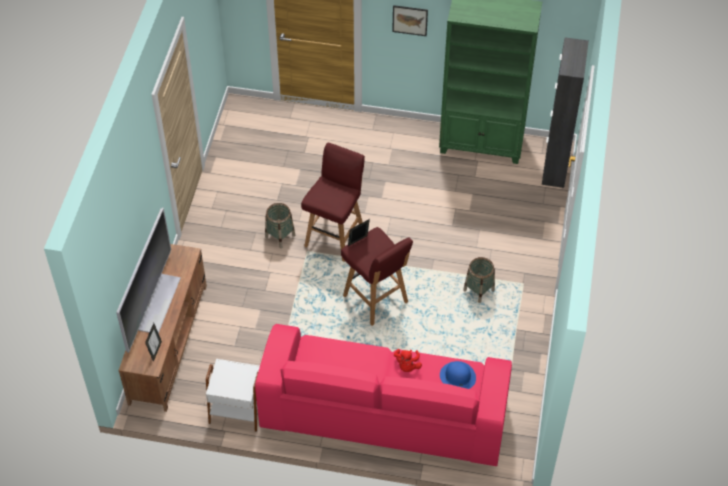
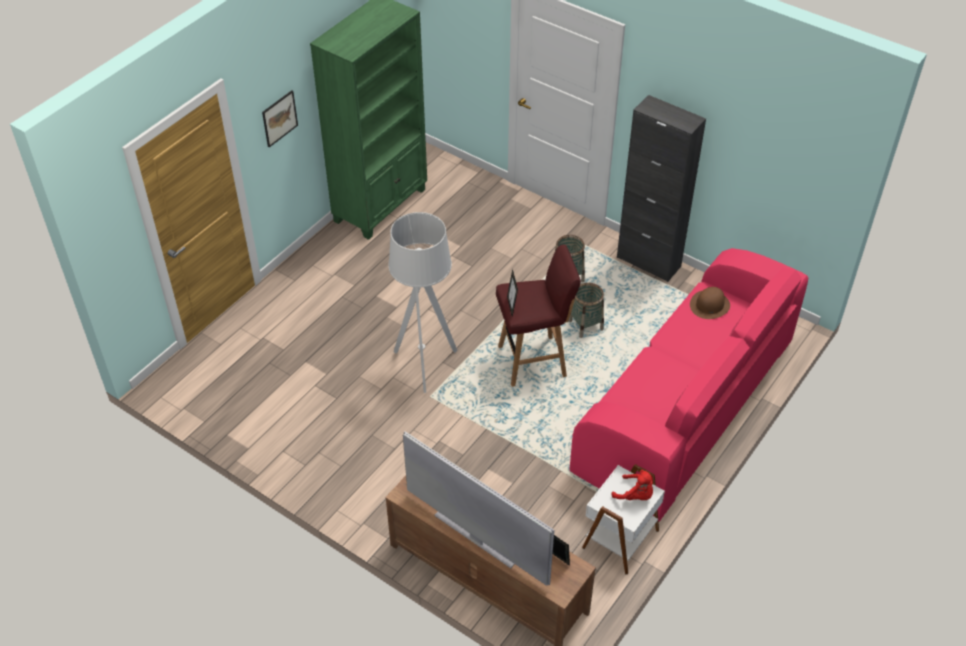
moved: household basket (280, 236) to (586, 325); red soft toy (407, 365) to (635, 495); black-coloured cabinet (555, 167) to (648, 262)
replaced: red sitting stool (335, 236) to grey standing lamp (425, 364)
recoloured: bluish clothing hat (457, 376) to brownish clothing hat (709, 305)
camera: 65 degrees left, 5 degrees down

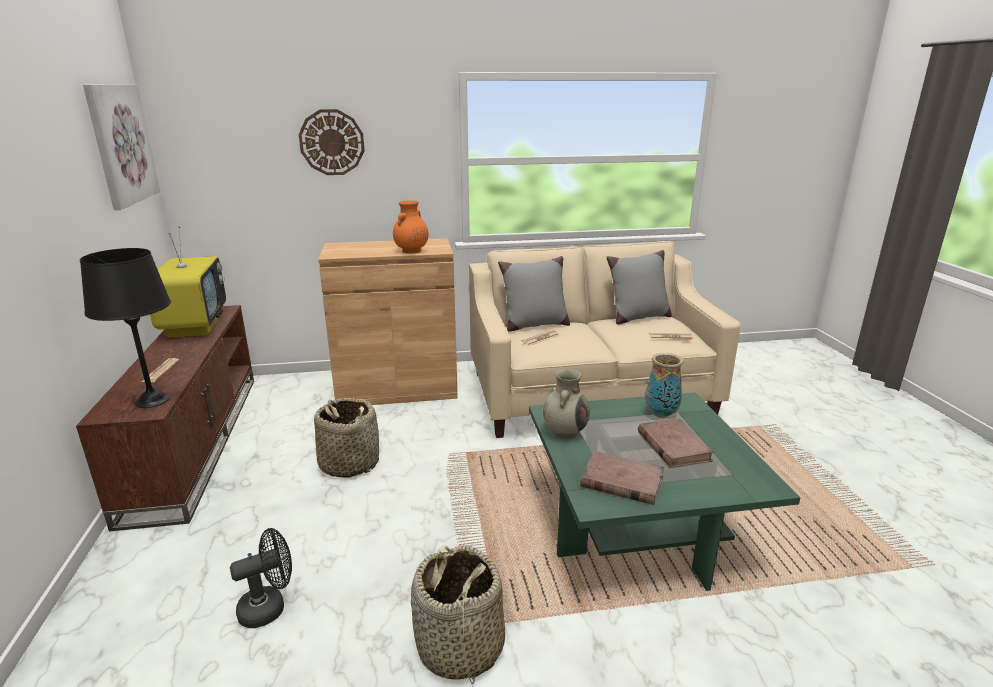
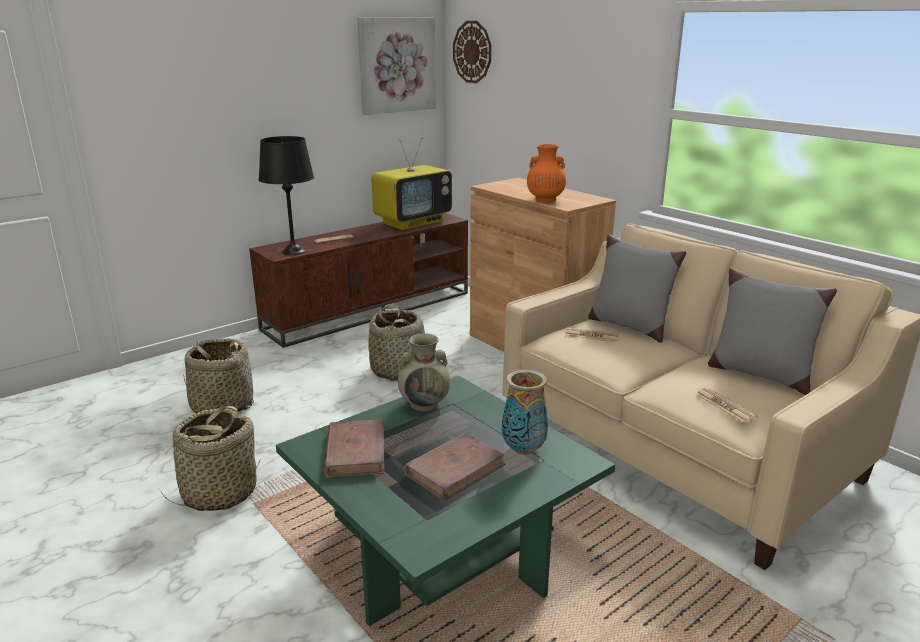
moved: clock on the wall (332, 142) to (472, 52)
replaced: black-coloured electric fan (269, 607) to household basket (222, 406)
camera: 60 degrees right, 0 degrees up

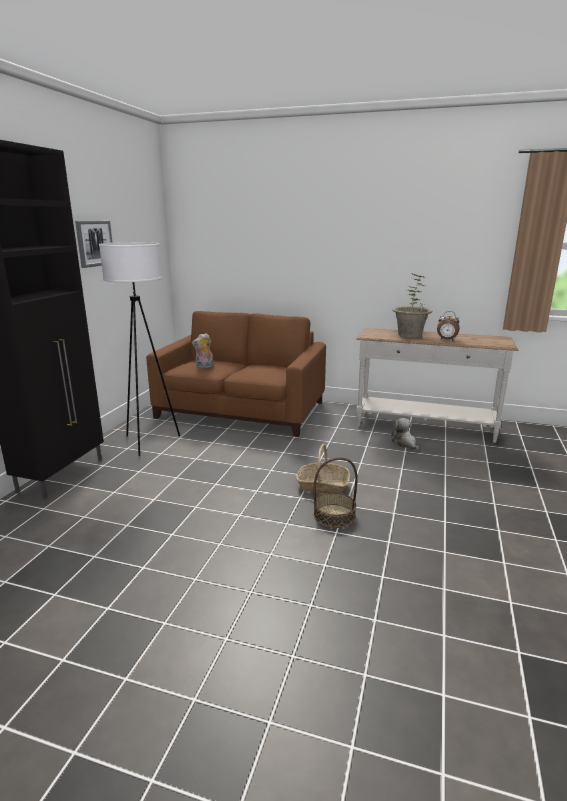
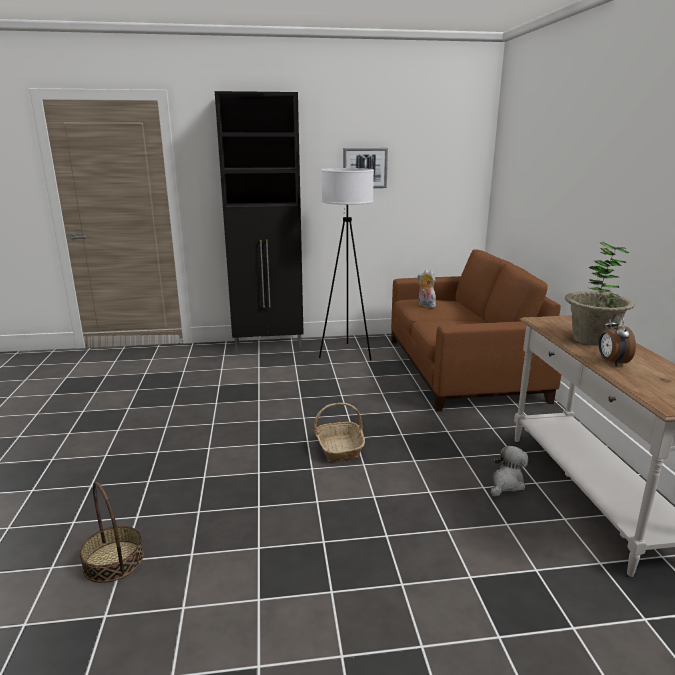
moved: household basket (334, 515) to (114, 561)
camera: 65 degrees right, 0 degrees up

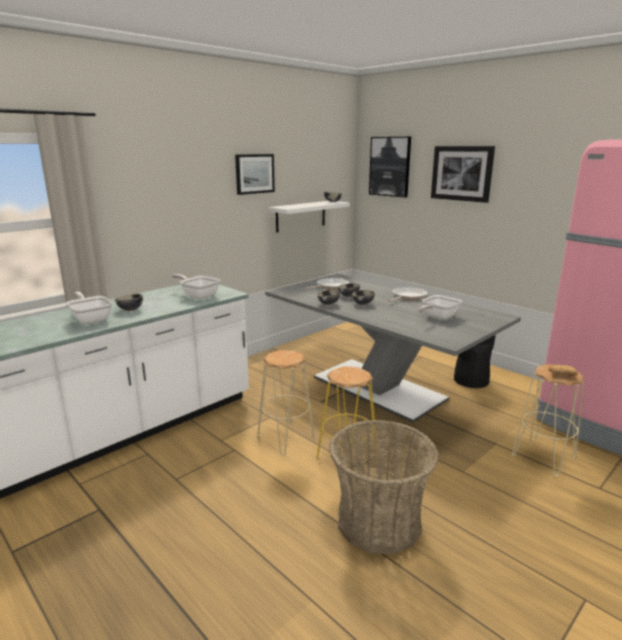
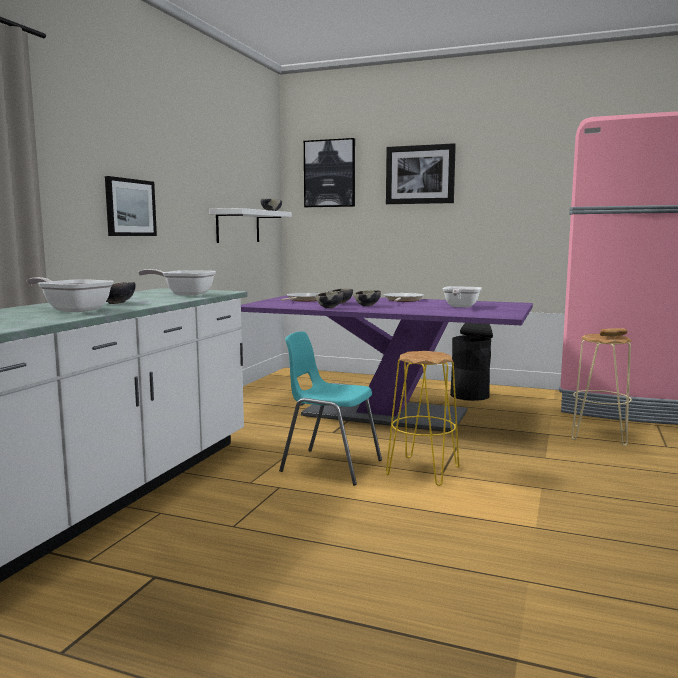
removed: household basket (379, 522)
moved: wall picture (254, 173) to (130, 207)
replaced: beige sitting stool (286, 437) to turquoise plain chair (330, 466)
recoloured: grey dining table (378, 389) to purple-coloured dining table (384, 414)
camera: 25 degrees left, 10 degrees down

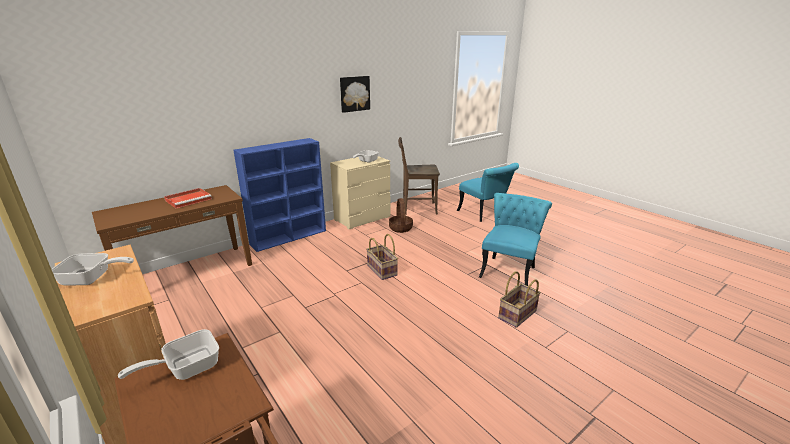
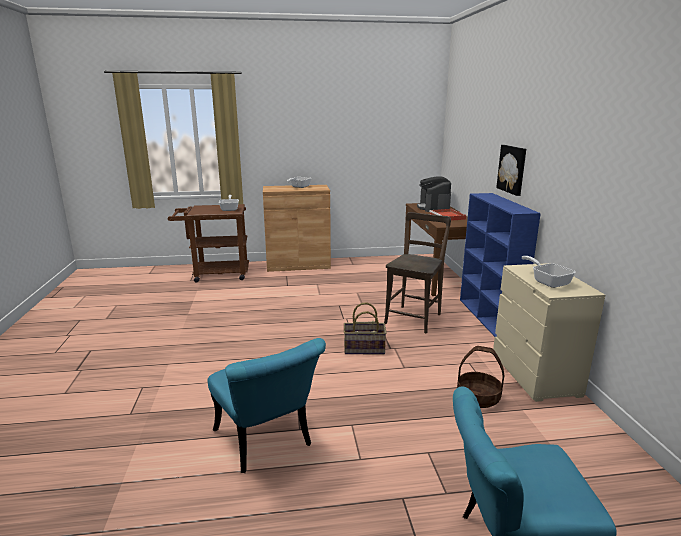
removed: household basket (518, 315)
added: coffee maker (433, 208)
moved: wall picture (354, 93) to (512, 169); brownish plain chair (417, 208) to (414, 317)
camera: 120 degrees right, 5 degrees down

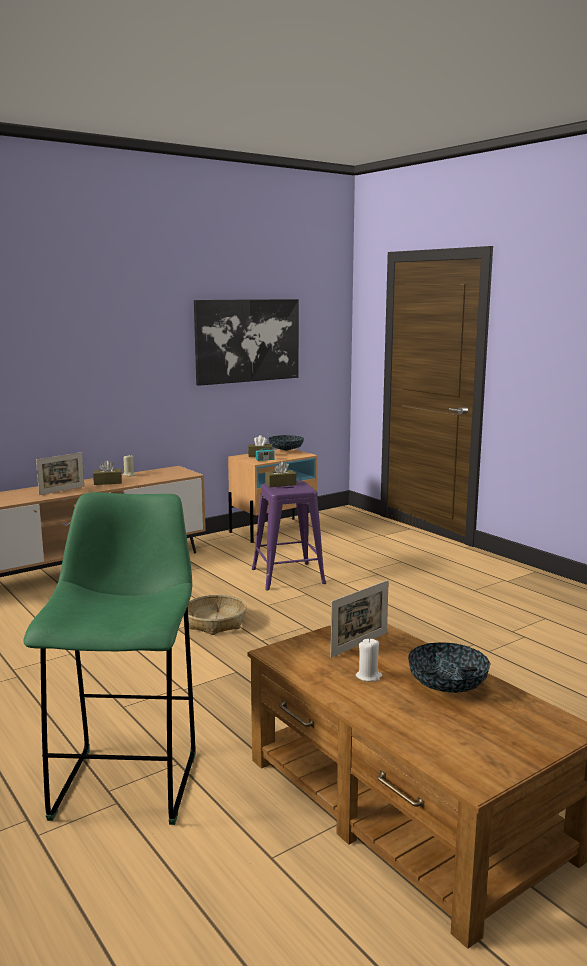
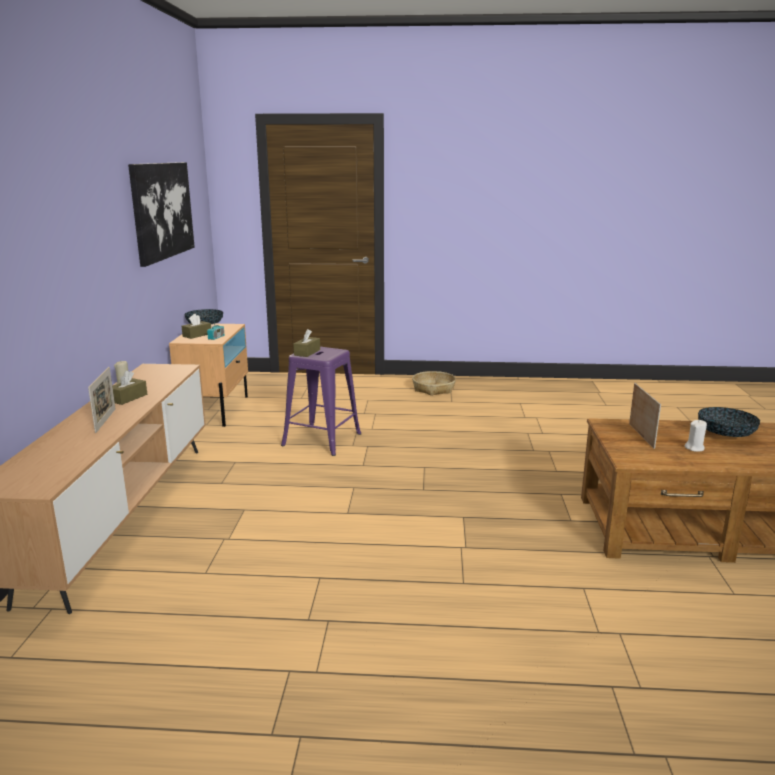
removed: green-coloured sitting stool (128, 782)
moved: household basket (215, 622) to (433, 389)
camera: 50 degrees left, 5 degrees up

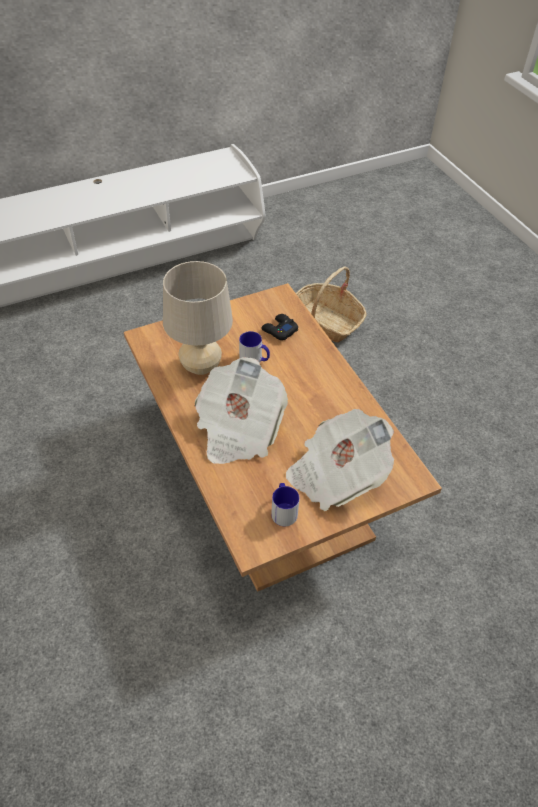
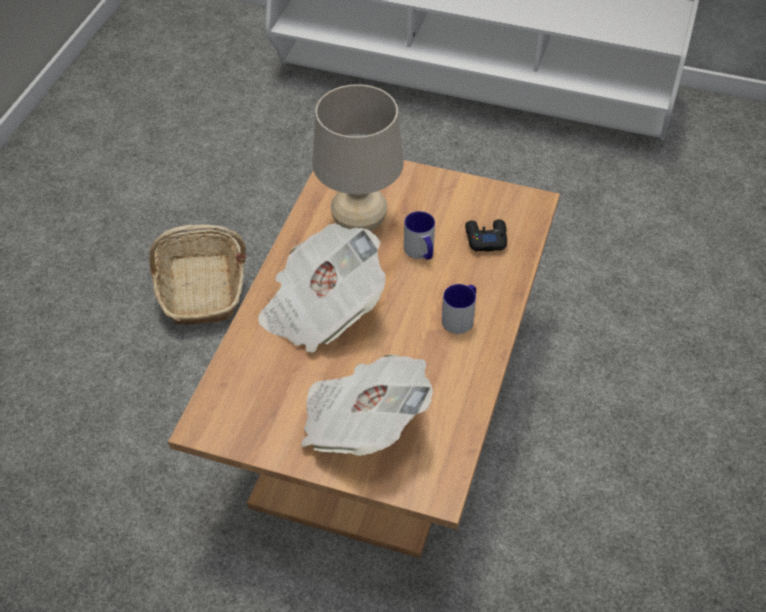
moved: coffee mug (283, 510) to (461, 317); household basket (325, 321) to (201, 289)
camera: 45 degrees right, 0 degrees up

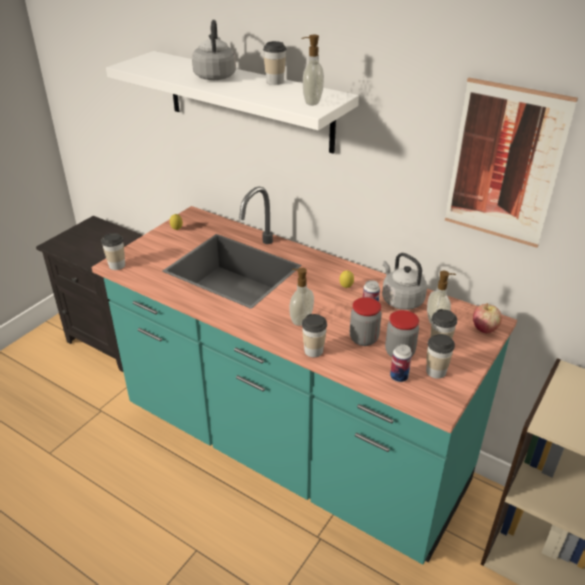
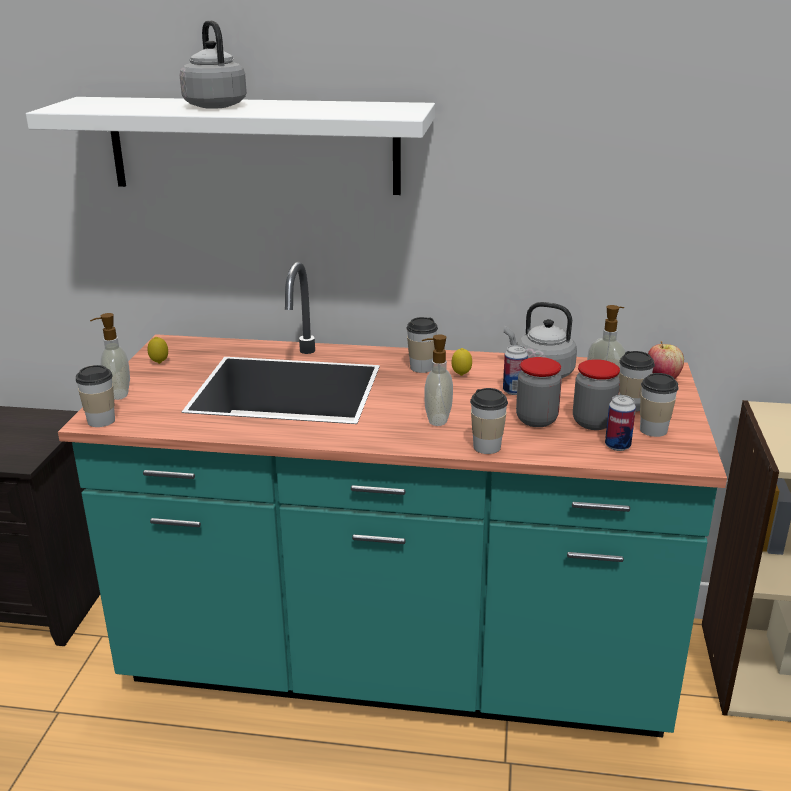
removed: wall picture (504, 164)
moved: cup (275, 81) to (421, 367); liquid soap bottle (311, 102) to (117, 394)
camera: 25 degrees left, 10 degrees down

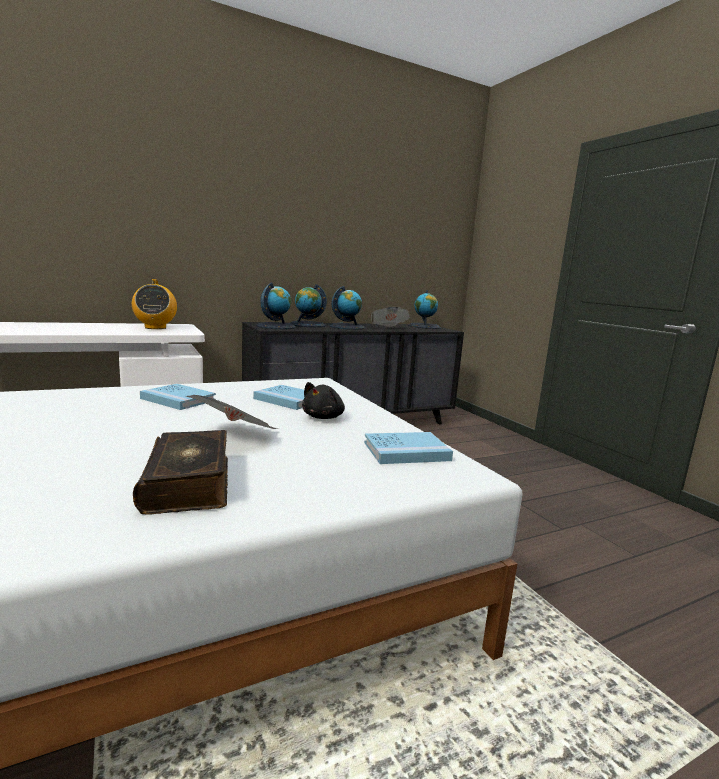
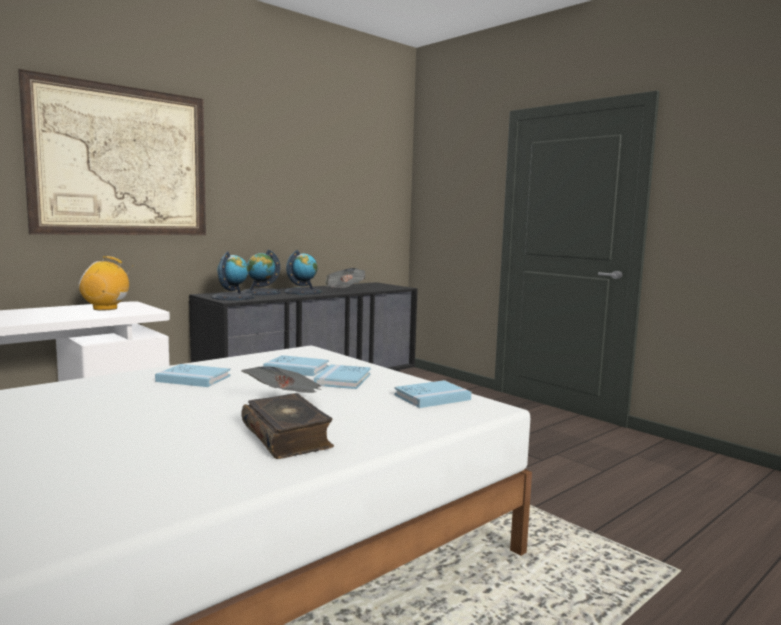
removed: world globe (424, 326)
added: wall picture (122, 161)
replaced: black-coloured soft toy (324, 417) to bluish book (343, 379)
turned: radio receiver (155, 327) = (105, 308) 120 degrees clockwise
camera: 15 degrees left, 5 degrees down

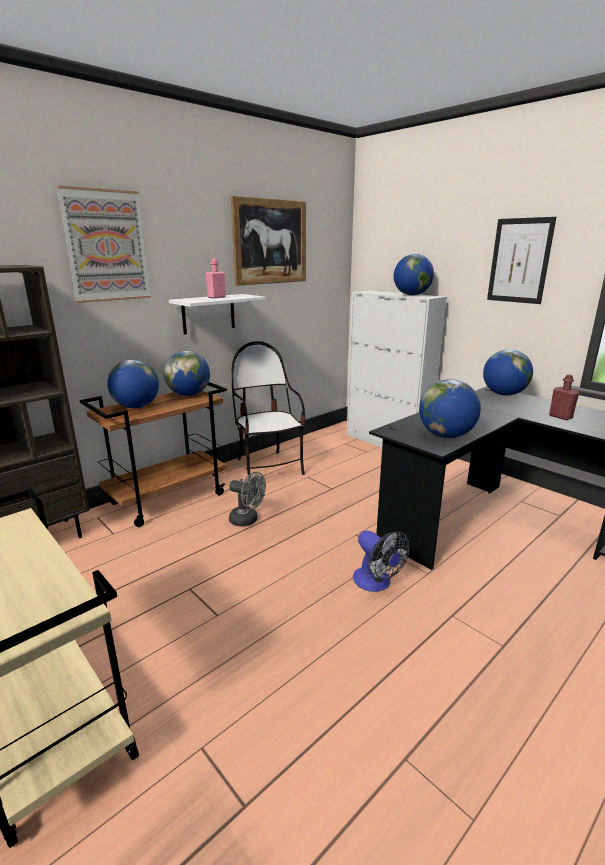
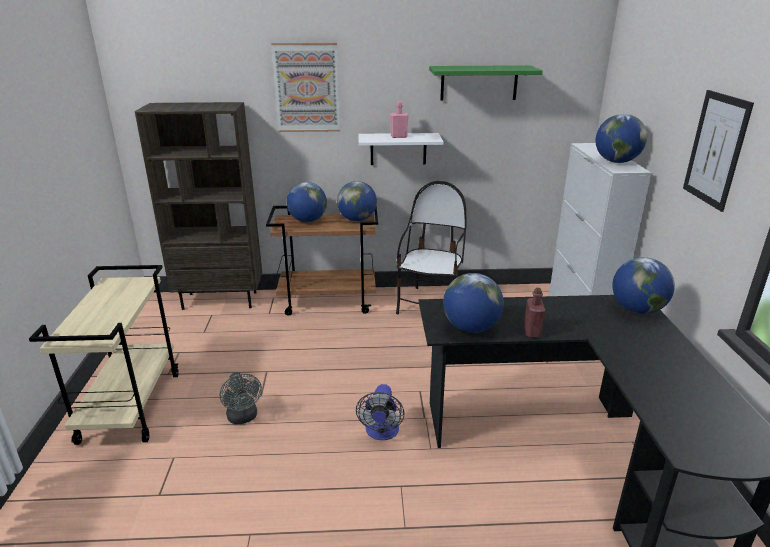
moved: grey electric fan (247, 520) to (243, 418); red bottle (560, 417) to (532, 332)
replaced: wall picture (270, 242) to green-coloured shelf (479, 83)
camera: 40 degrees right, 5 degrees up

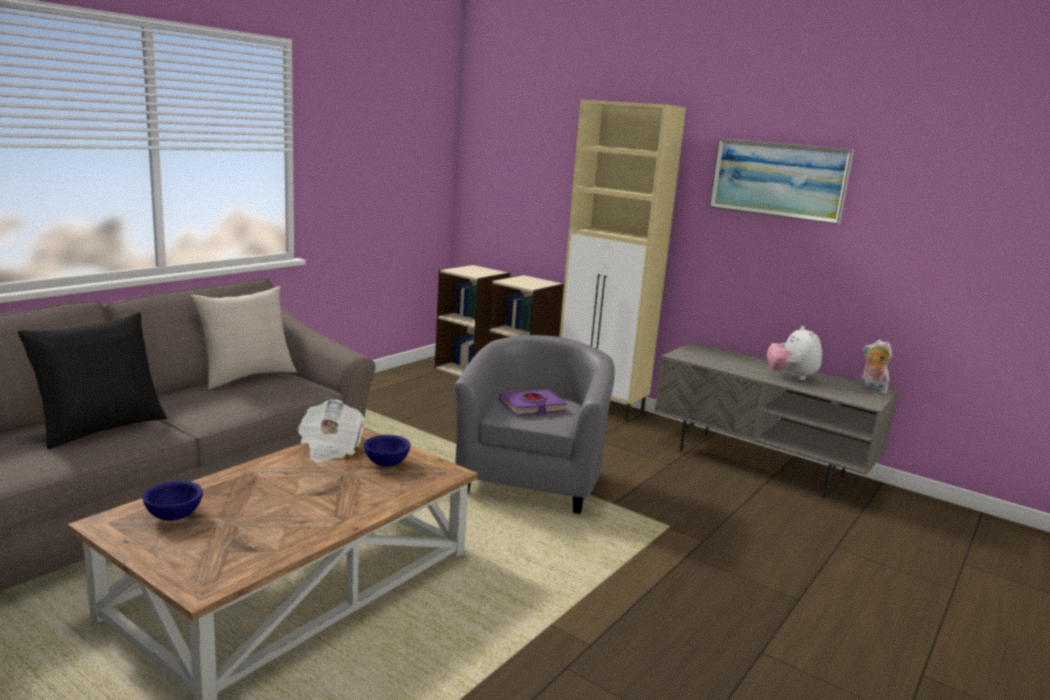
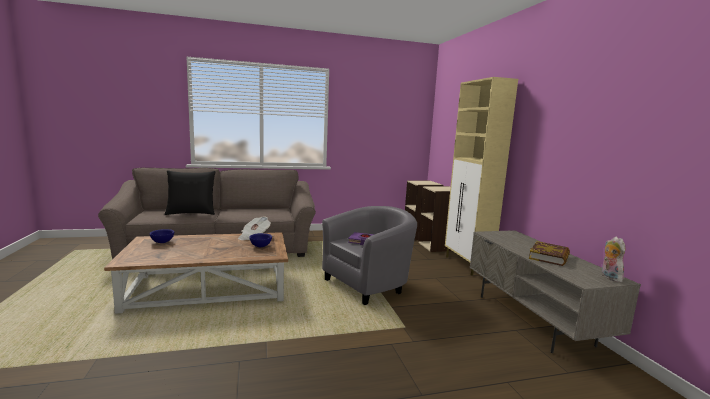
removed: beige cushion (246, 376); wall picture (778, 179)
replaced: soft toy (791, 376) to book (549, 257)
camera: 40 degrees right, 5 degrees down

